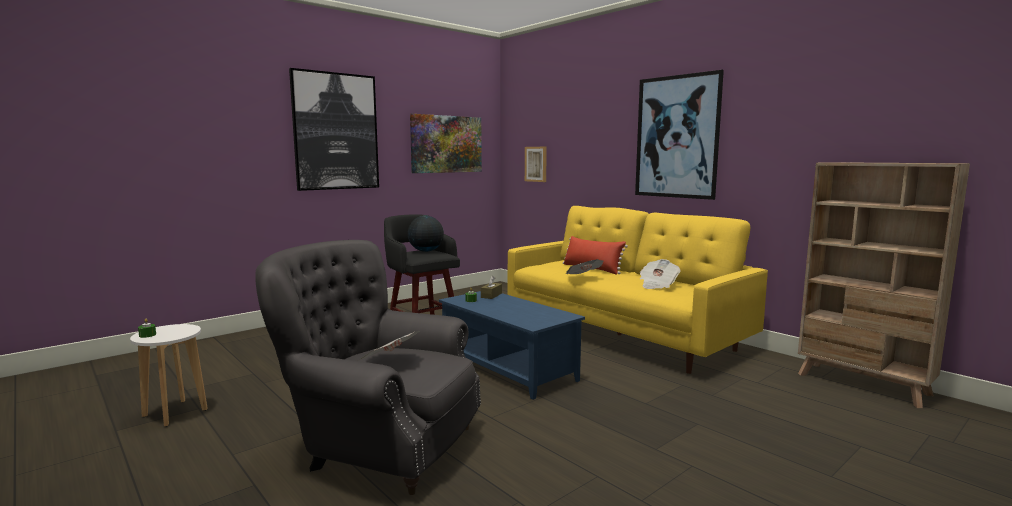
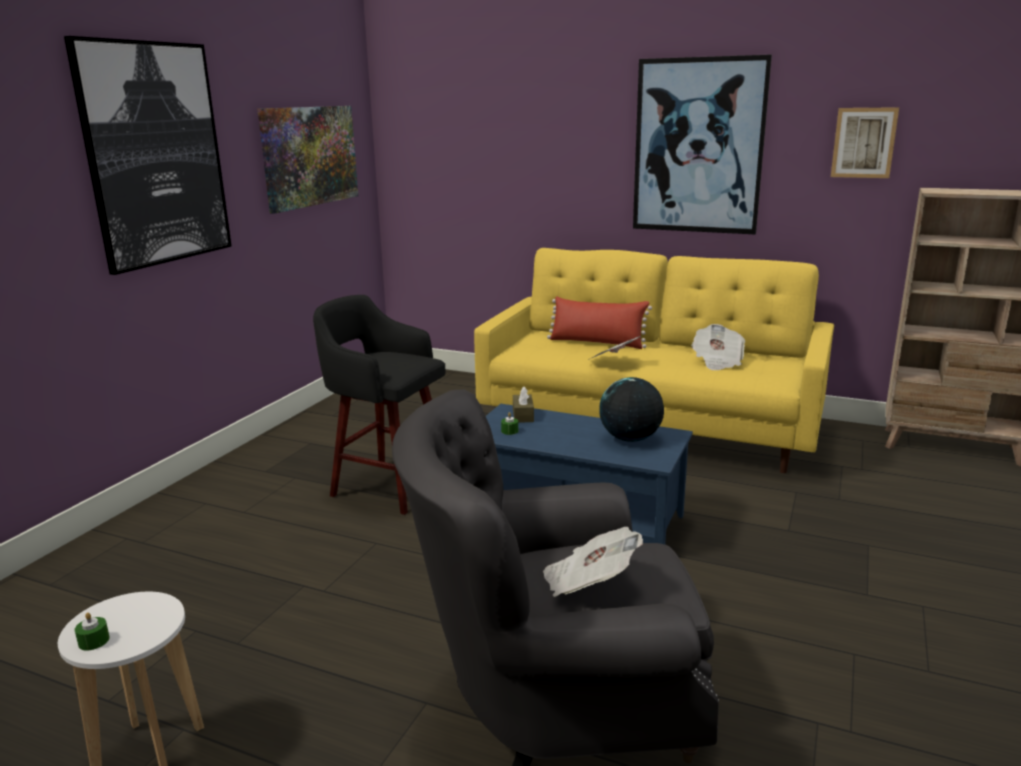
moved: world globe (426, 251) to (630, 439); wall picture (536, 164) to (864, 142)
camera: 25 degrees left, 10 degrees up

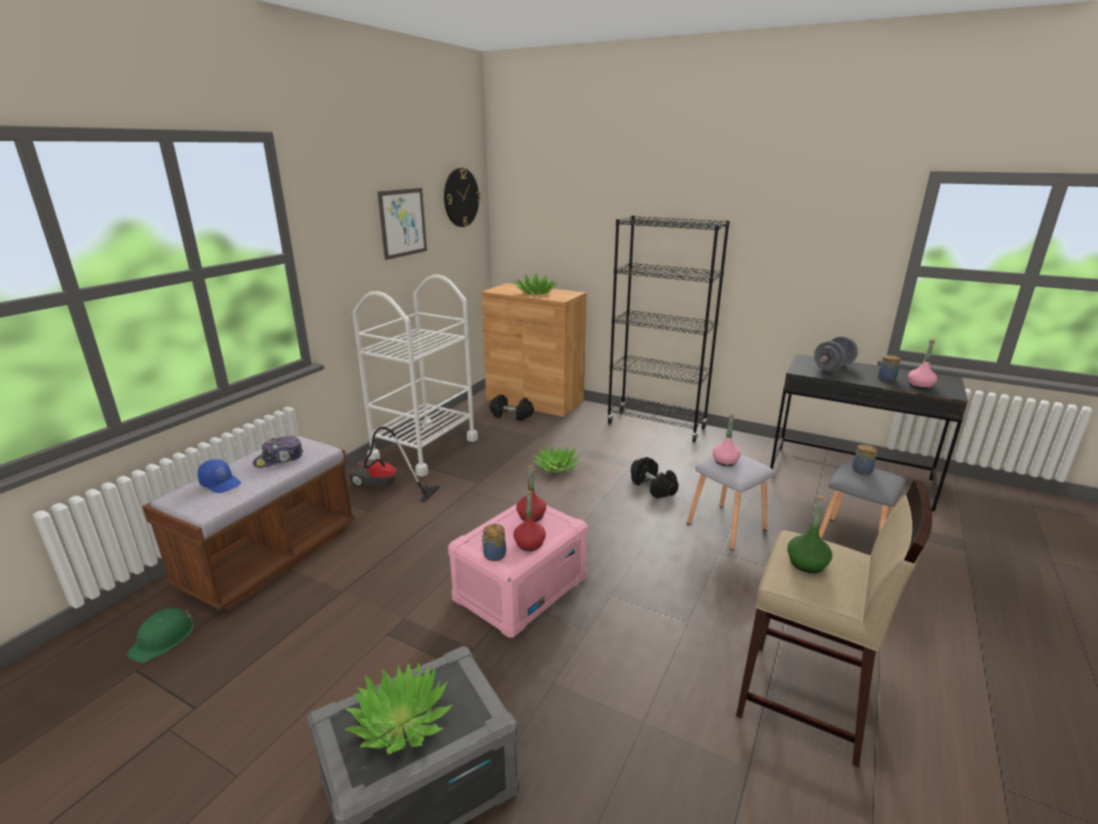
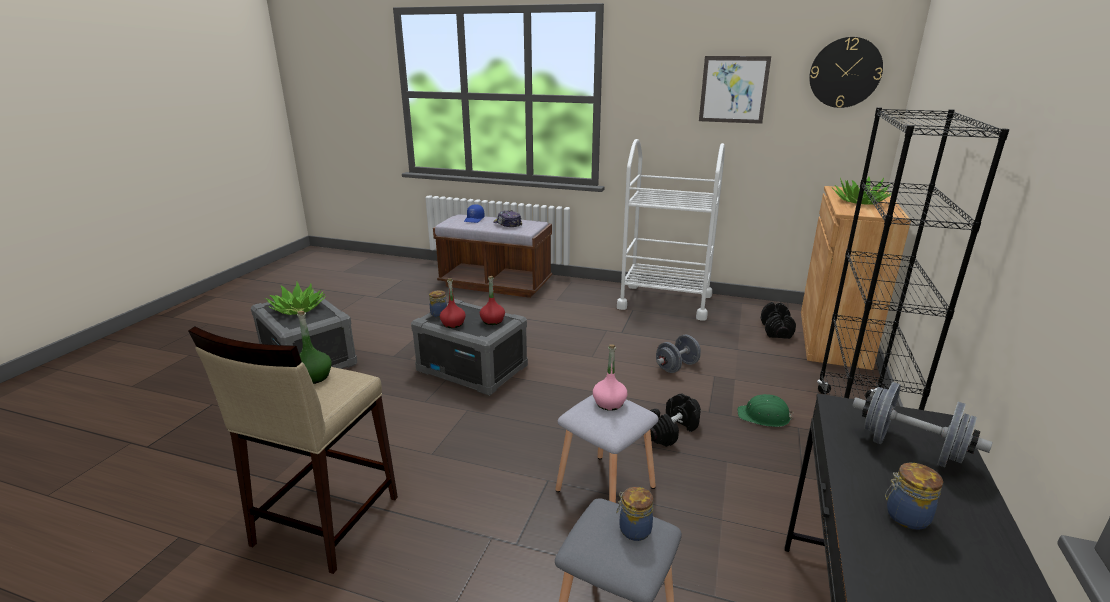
removed: hoover (385, 487); pinkish bottle (920, 386)
moved: green-coloured work helmet (163, 639) to (764, 416)
replaced: potted plant (557, 467) to grey hand weight (677, 367)
recoloured: pinkish storage container (520, 588) to grey storage container (473, 368)
camera: 80 degrees right, 0 degrees up

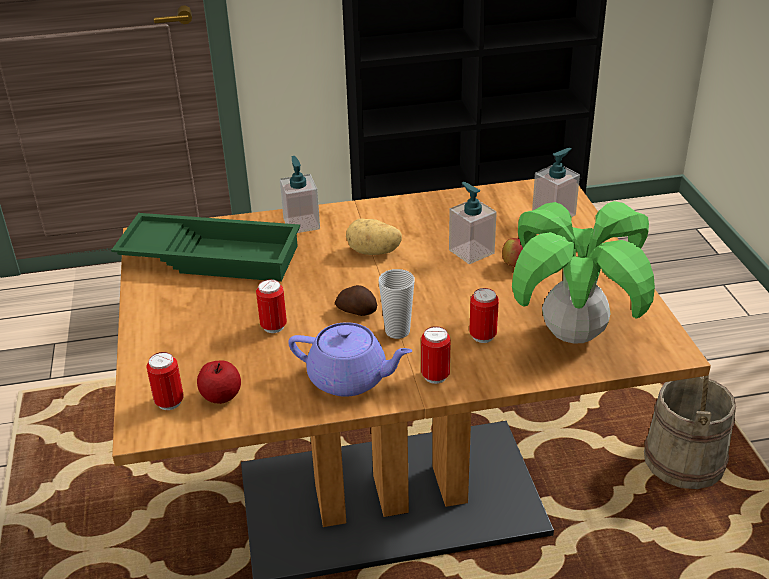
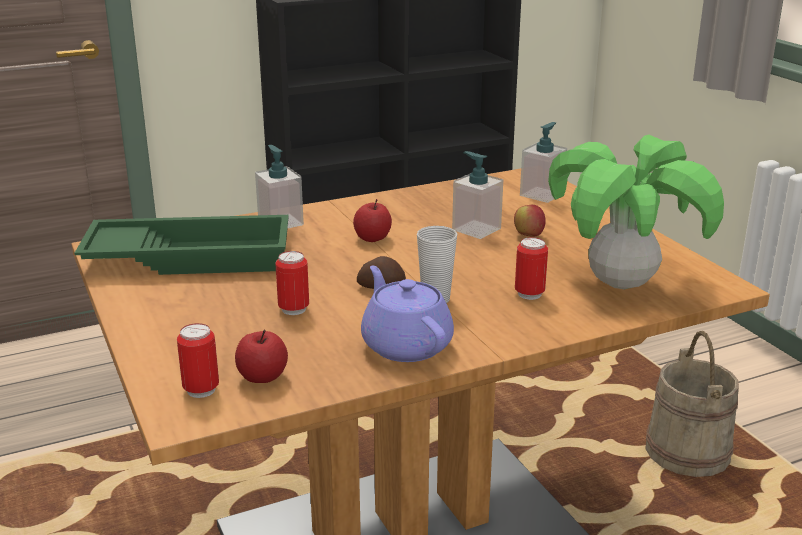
removed: metal can (435, 376)
replaced: potato (373, 252) to apple (373, 238)
turned: purple-coloured pot for tea (349, 379) = (405, 345) 120 degrees counterclockwise
camera: 15 degrees left, 10 degrees down

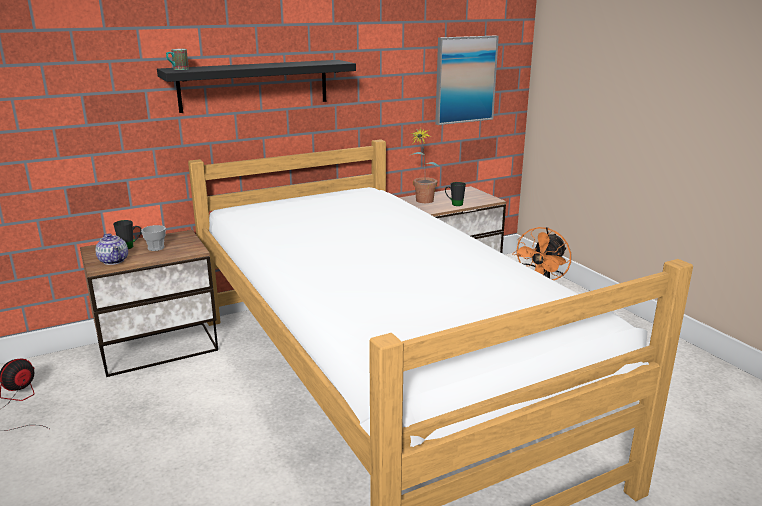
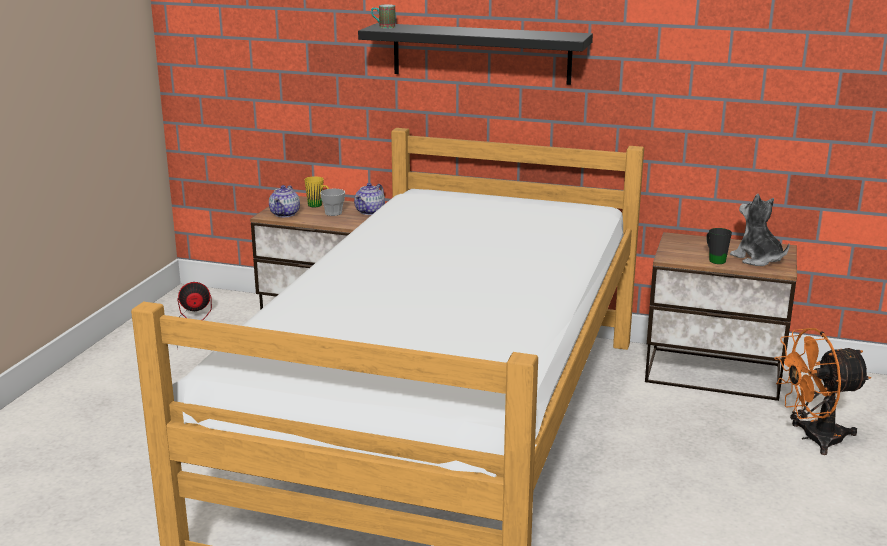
removed: potted plant (422, 202); wall picture (465, 79)
added: pot for tea (370, 211); soft toy (757, 259)
recoloured: black-coloured coffee mug (130, 246) to yellowish coffee mug (318, 205)
camera: 45 degrees right, 0 degrees up

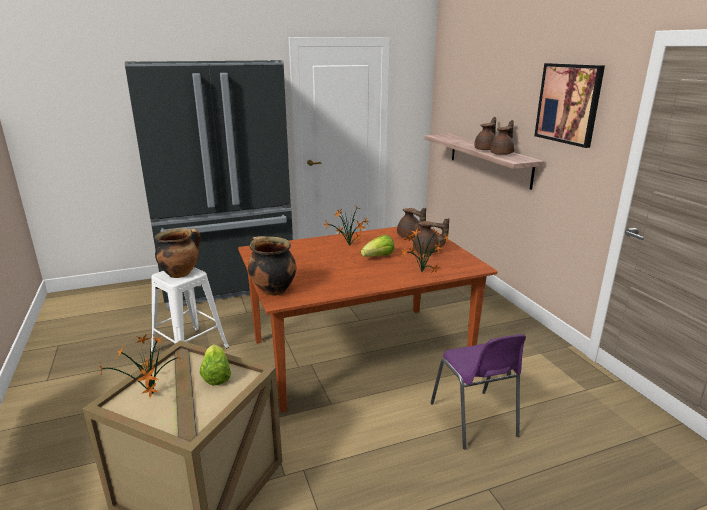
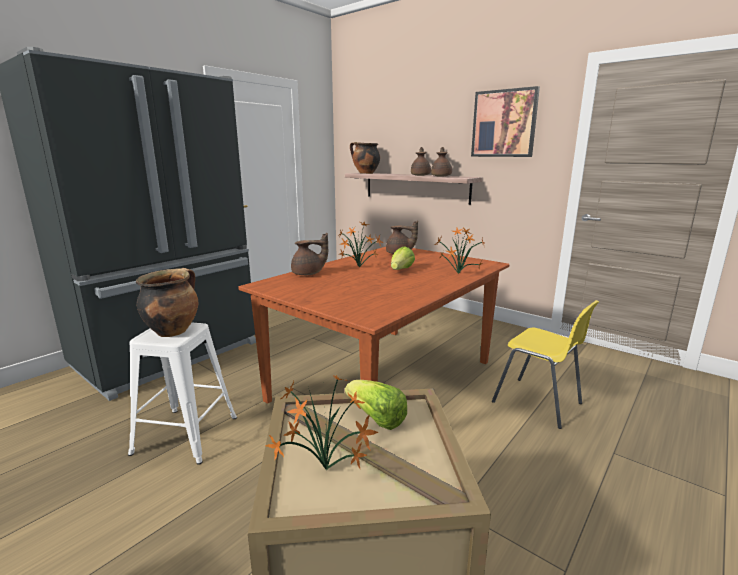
moved: stockpot (272, 290) to (365, 173); brownish pot for tea (427, 251) to (308, 274)
recoloured: purple-coloured plain chair (474, 420) to yellowish plain chair (539, 403)
camera: 30 degrees left, 5 degrees down

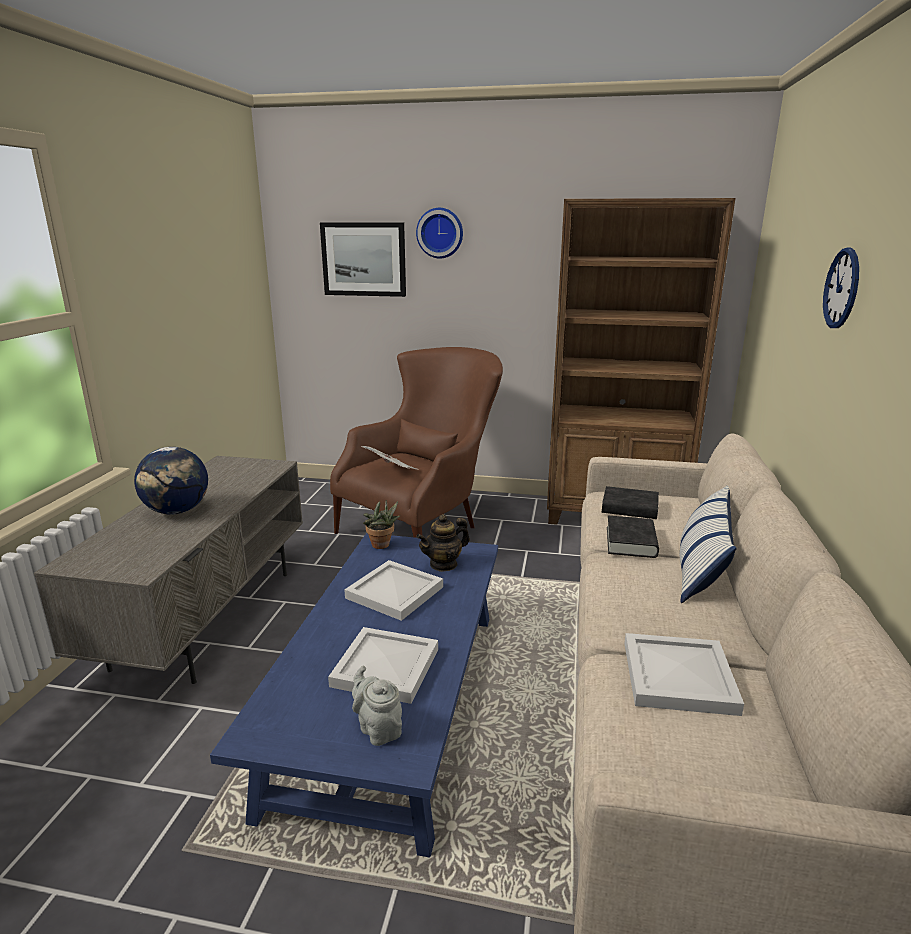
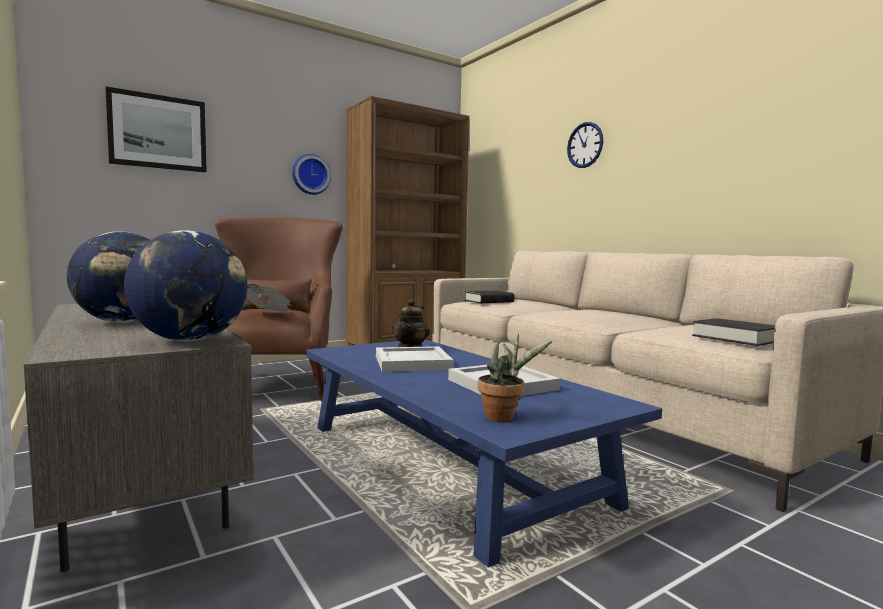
removed: grey pot for tea (378, 728); whitish tray (676, 676); cushion (701, 567)
added: world globe (190, 340)
moved: potted plant (382, 546) to (504, 417); clock on the wall (440, 233) to (310, 174); black-coloured book (631, 542) to (736, 338)
camera: 45 degrees left, 15 degrees down

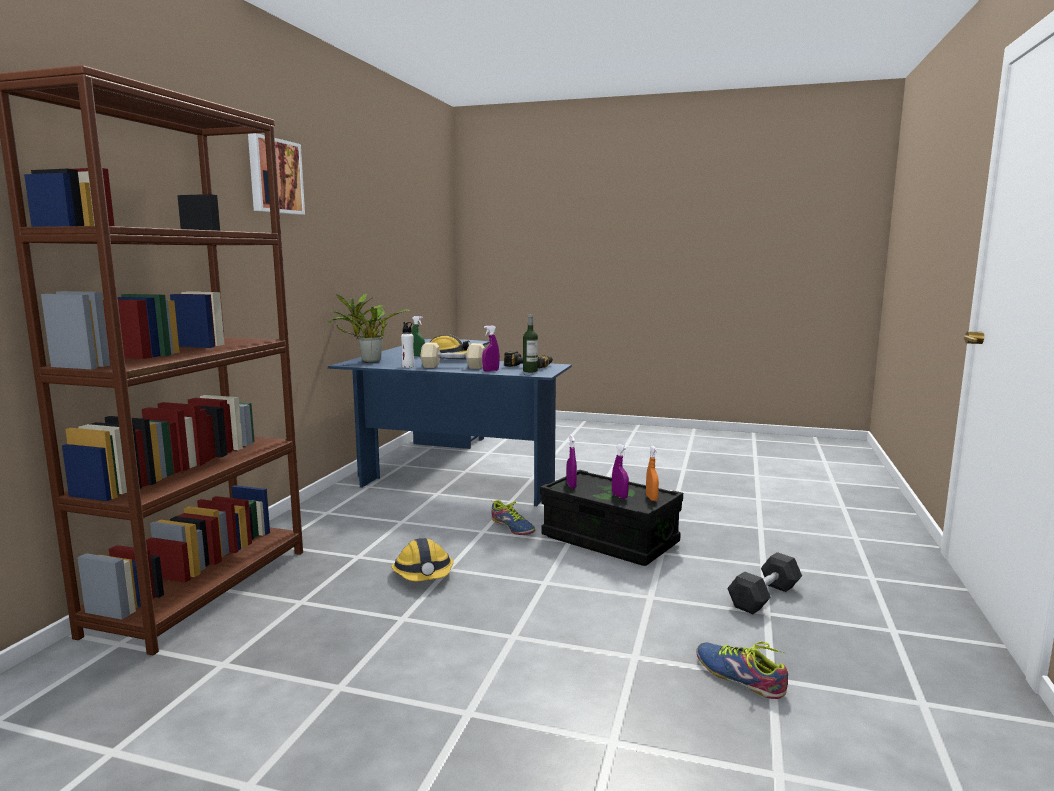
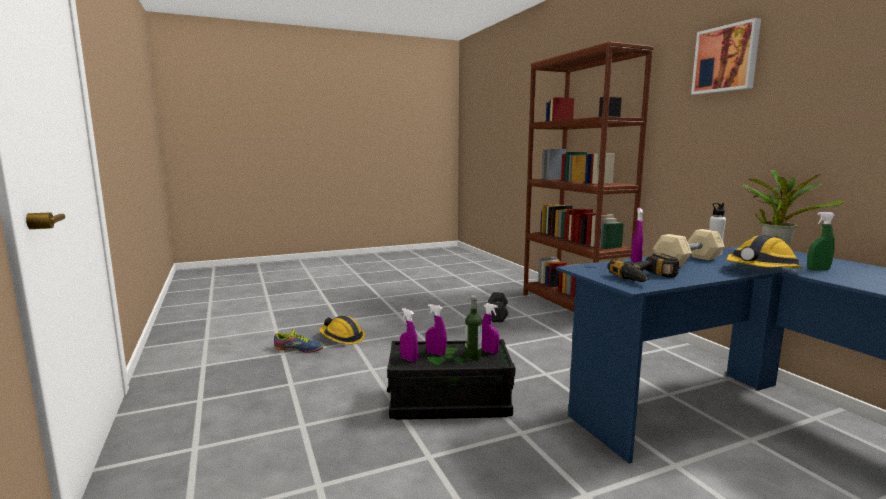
removed: low shoe (513, 527)
moved: work helmet (423, 574) to (342, 338); bottle (530, 371) to (473, 357); grey hand weight (764, 597) to (497, 315)
recoloured: orange spray bottle (651, 498) to purple-coloured spray bottle (408, 359)
camera: 140 degrees right, 0 degrees up

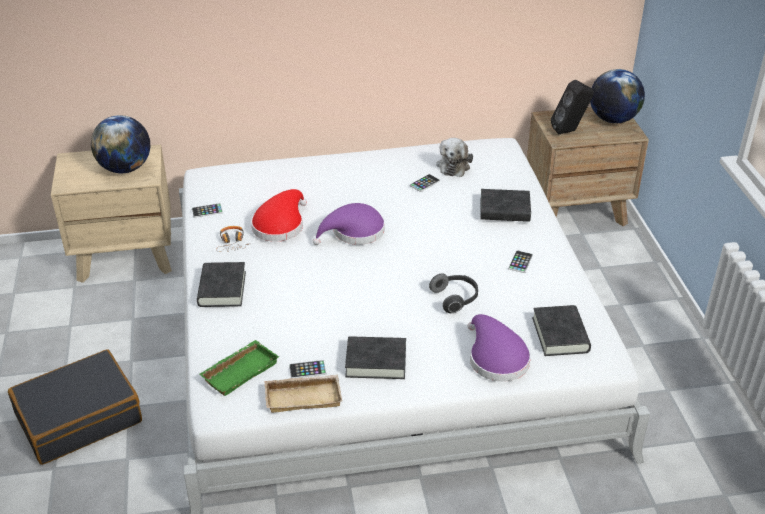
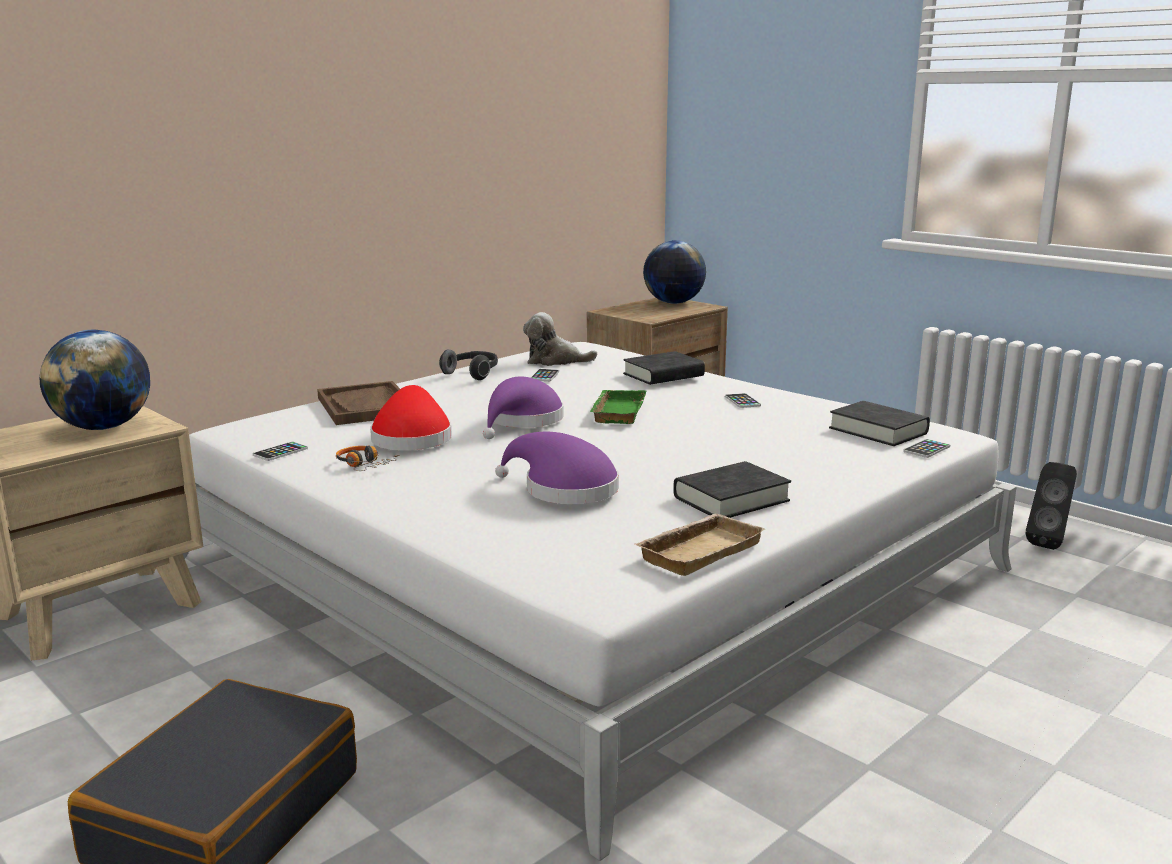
removed: black-coloured book (222, 289)
added: brownish tray (366, 406)
moved: green-coloured tray (239, 370) to (616, 412); phone (307, 370) to (926, 449); headphones (455, 299) to (472, 374); purple-coloured clothing hat (495, 358) to (564, 489); black-coloured audio speaker (570, 131) to (1049, 542)
turned: soft toy (454, 165) = (555, 361) 120 degrees clockwise
camera: 35 degrees left, 20 degrees down

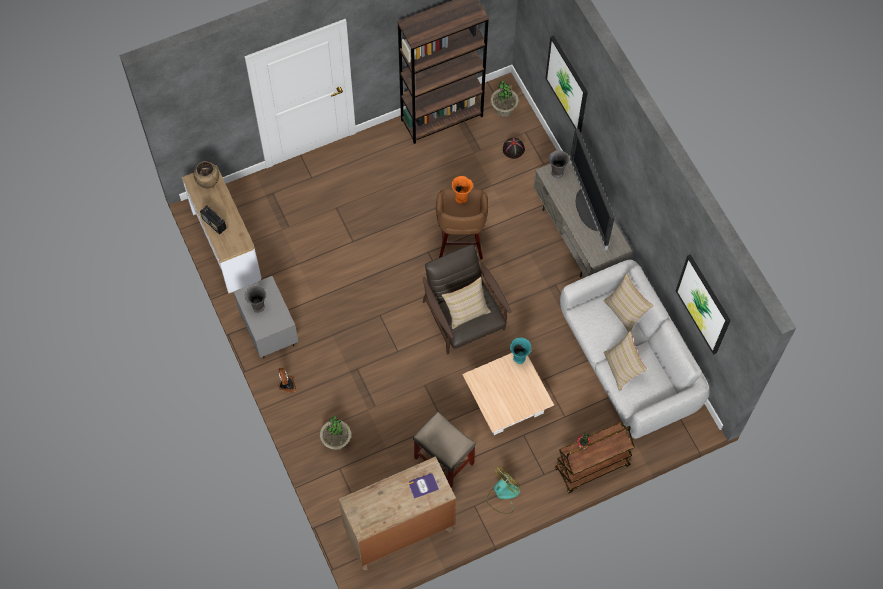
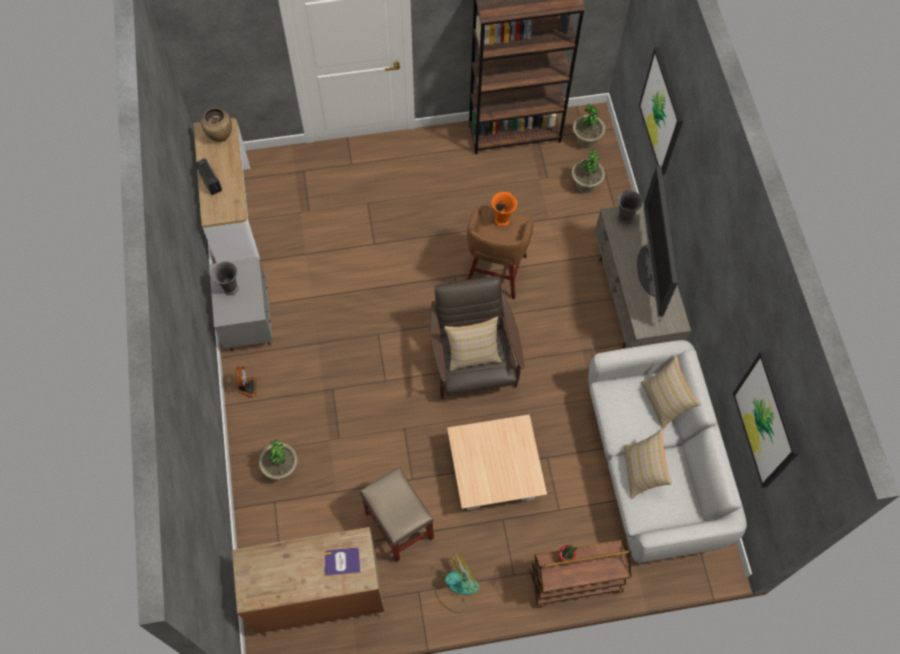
removed: turquoise flower vase (519, 359)
replaced: black-coloured clothing hat (513, 149) to potted plant (585, 185)
camera: 15 degrees right, 0 degrees up

